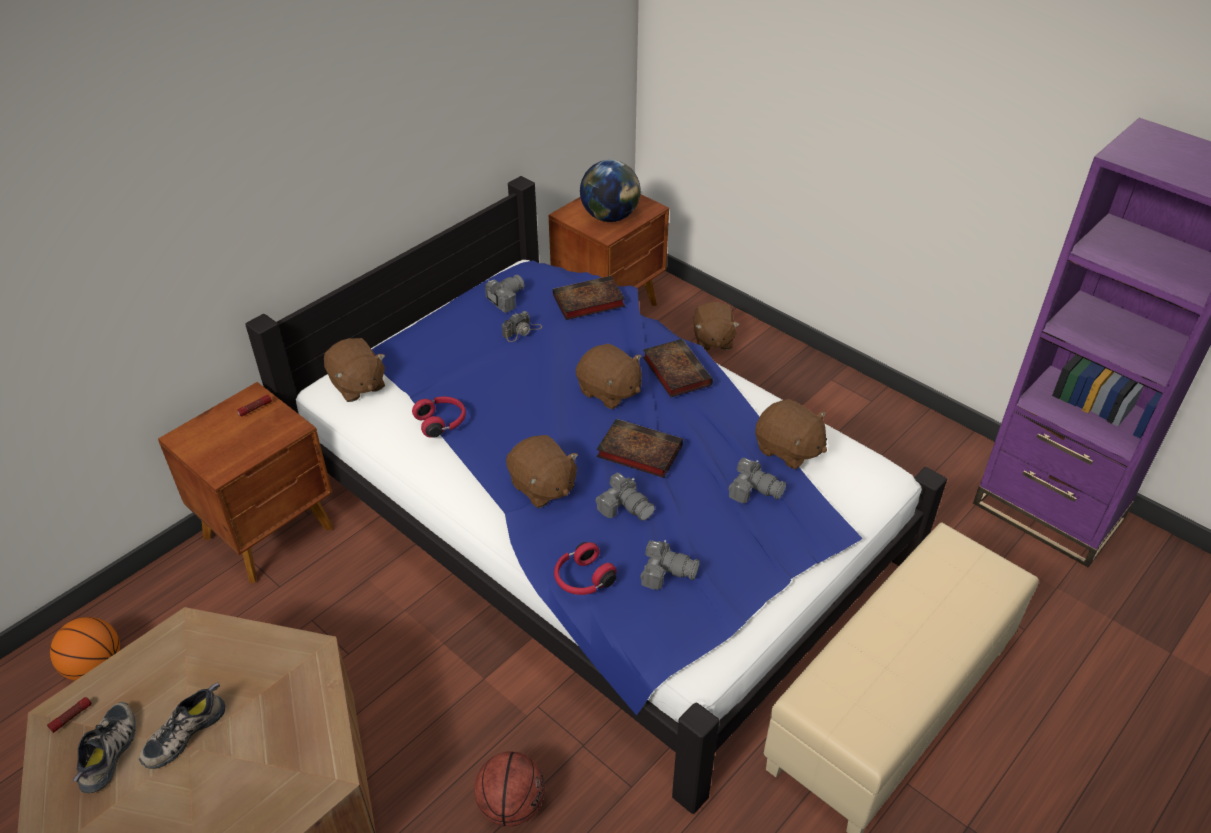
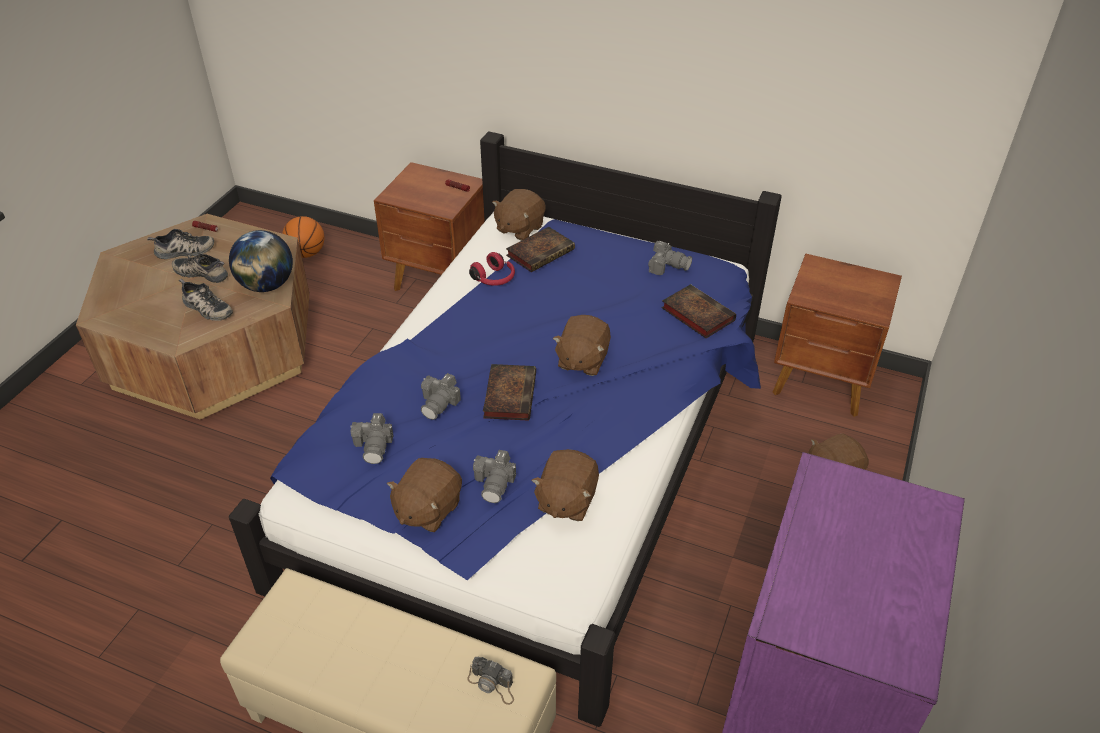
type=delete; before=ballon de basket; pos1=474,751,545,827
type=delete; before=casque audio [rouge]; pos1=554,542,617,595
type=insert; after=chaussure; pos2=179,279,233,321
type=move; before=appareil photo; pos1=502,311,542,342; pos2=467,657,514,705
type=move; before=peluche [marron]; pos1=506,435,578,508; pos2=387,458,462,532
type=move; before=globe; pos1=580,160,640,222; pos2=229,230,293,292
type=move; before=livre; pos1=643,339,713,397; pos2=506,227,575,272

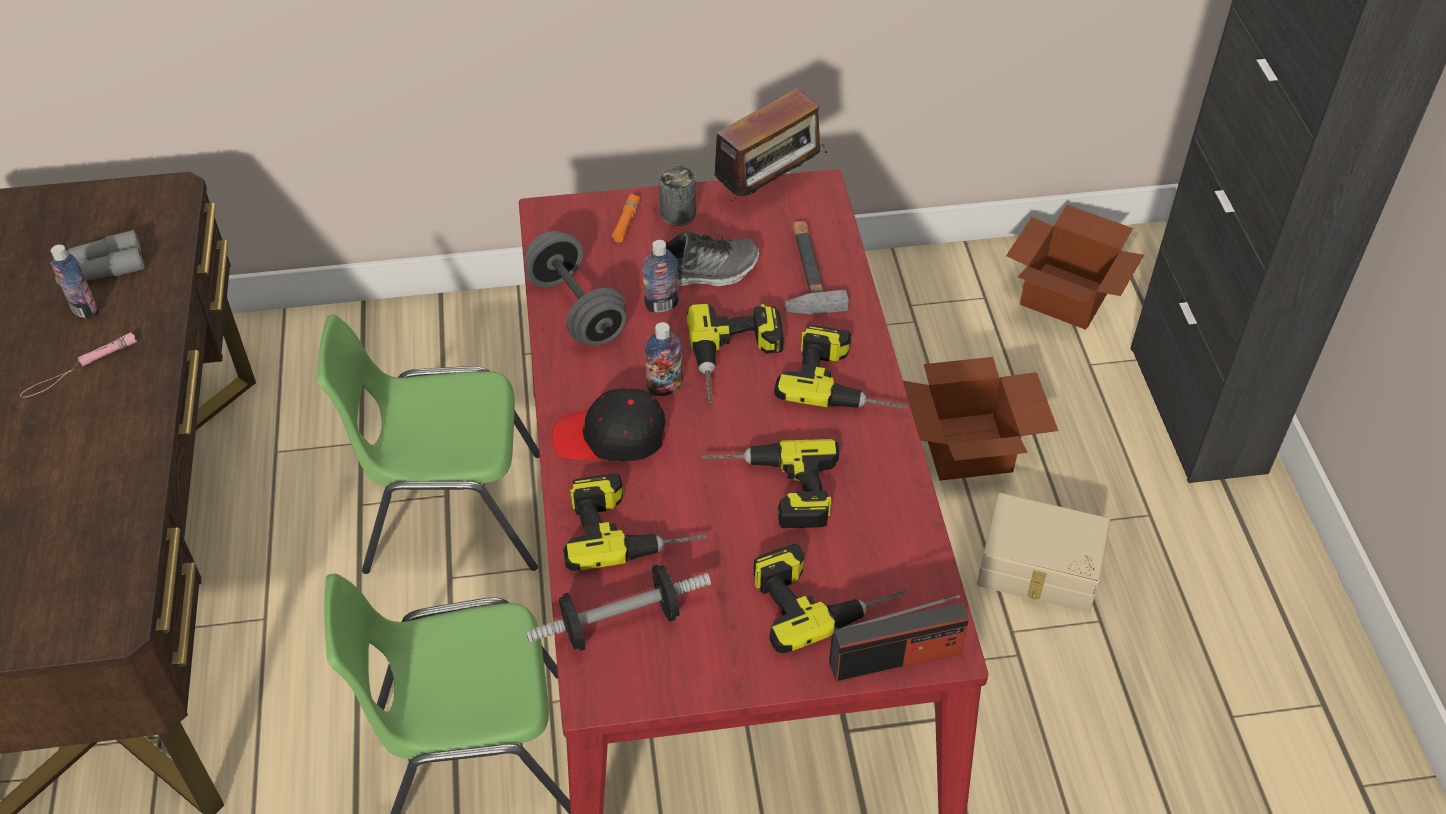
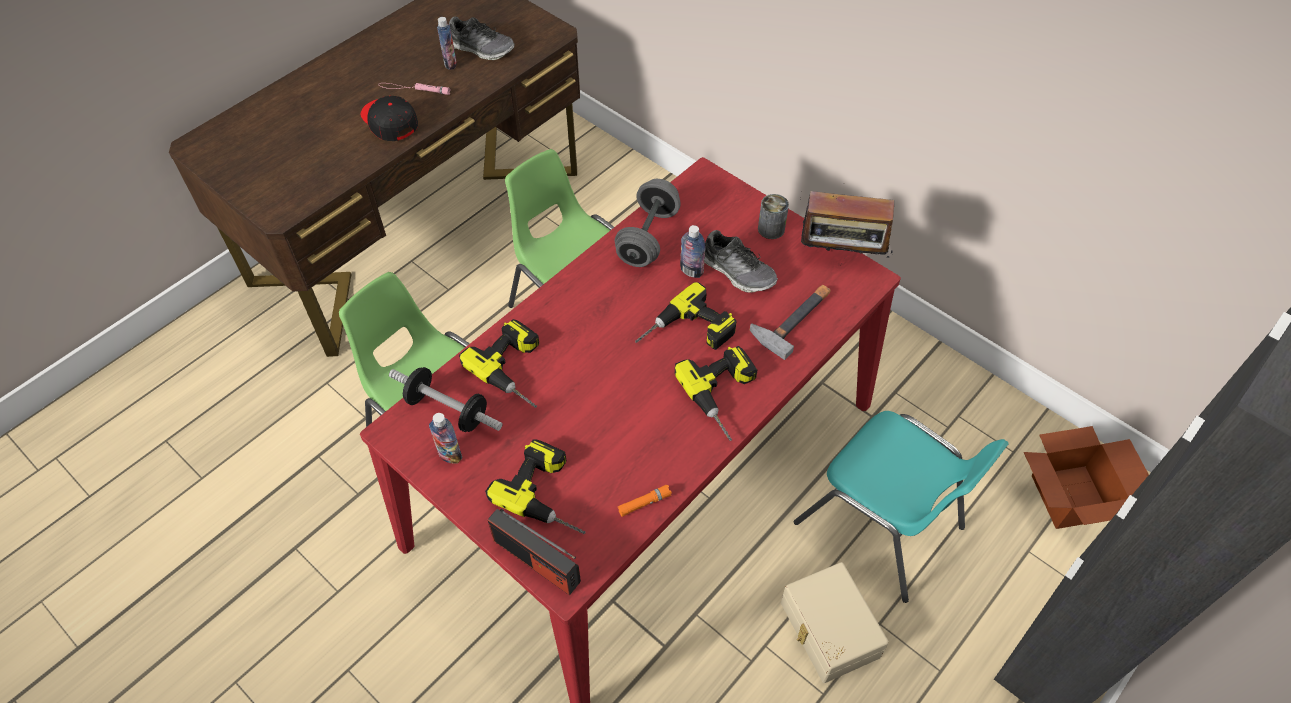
type=delete; before=perceuse; pos1=701,439,840,528
type=move; before=casquette [noir]; pos1=552,388,666,461; pos2=360,96,418,141
type=move; before=lampe de poche [orange]; pos1=612,194,640,242; pos2=618,485,672,517
type=move; before=bouteille; pos1=645,322,683,396; pos2=429,413,462,464
type=replace; before=jumelles [gris]; after=chaussure; pos1=52,230,145,286; pos2=449,16,515,60
type=replace; before=carton; after=chaise [turquoise]; pos1=903,357,1058,481; pos2=794,411,1009,603

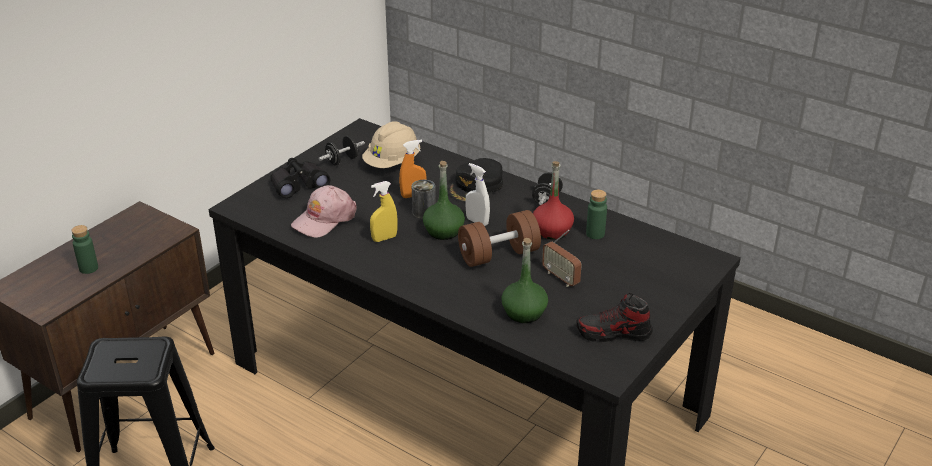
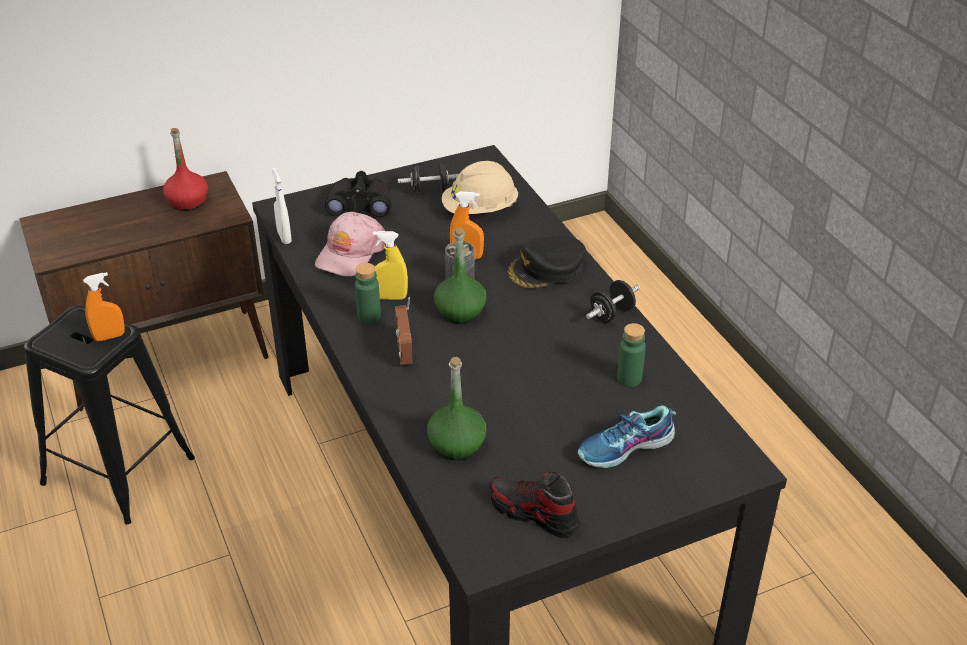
type=delete; before=haltère [marron]; pos1=458,210,541,267
type=insert; after=vaporisateur [orange]; pos2=83,272,125,341
type=insert; after=chaussure; pos2=578,405,676,469
type=move; before=bouteille [vert]; pos1=71,225,98,274; pos2=355,263,381,324
type=move; before=vaporisateur [blanc]; pos1=465,163,490,226; pos2=272,167,292,244
type=move; before=bouteille [rouge]; pos1=533,161,574,240; pos2=163,128,208,211
type=move; before=radio; pos1=542,230,582,287; pos2=395,297,413,365
type=rotate; before=casquette [rose]; pos1=291,185,357,237; pos2=315,212,386,277; turn=-45

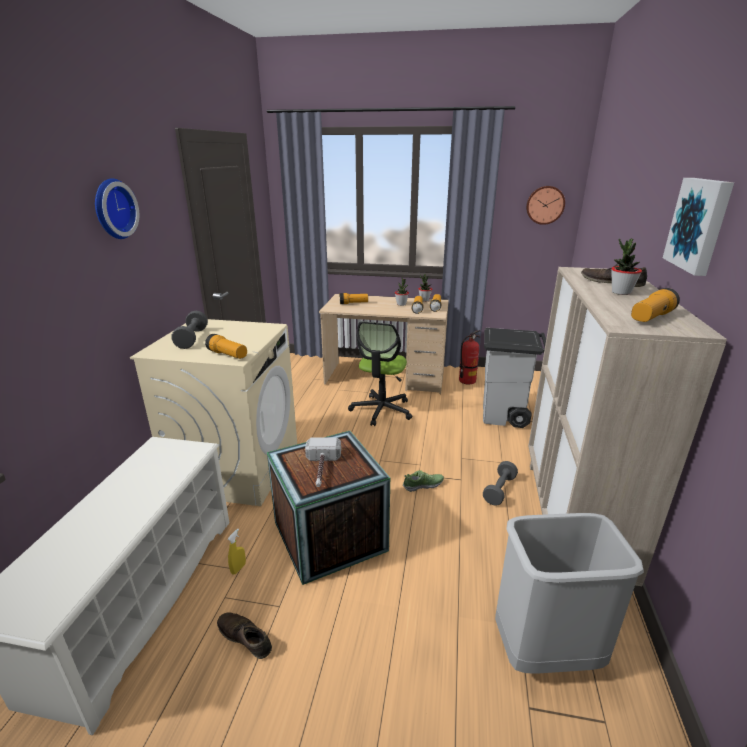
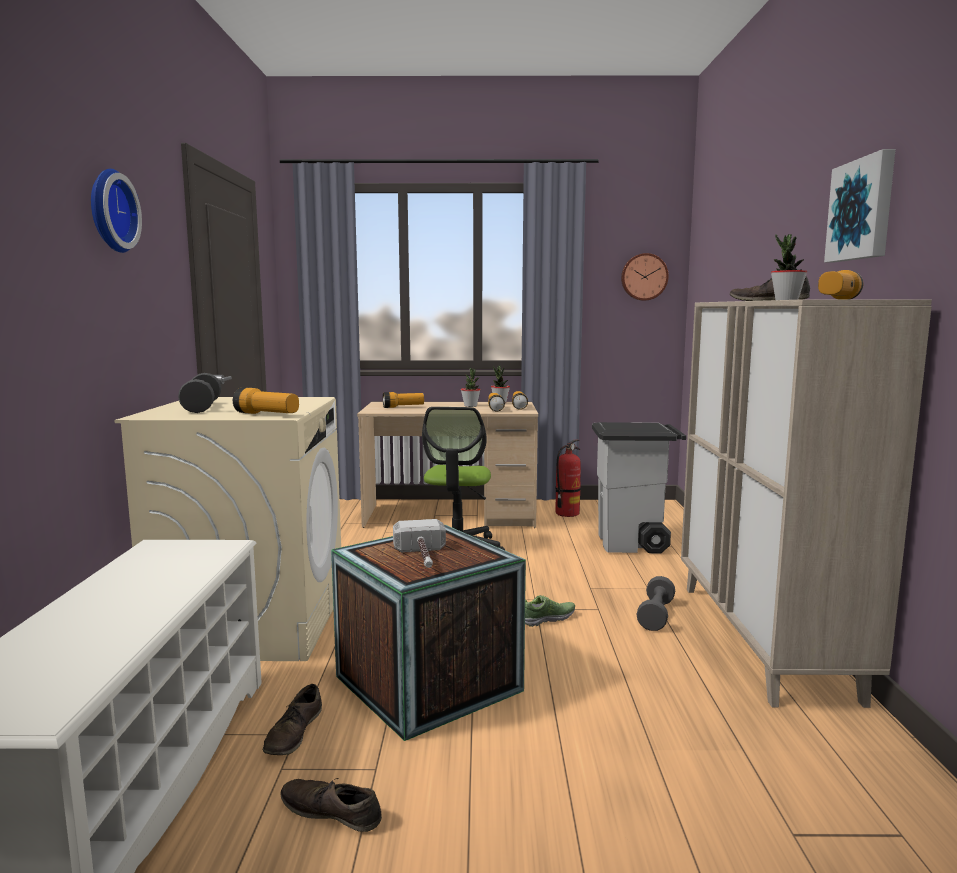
type=delete; before=poubelle [gris]; pos1=495,513,644,674
type=replace; before=vaporisateur [jaune]; after=chaussure [marron]; pos1=228,529,246,575; pos2=263,684,322,755

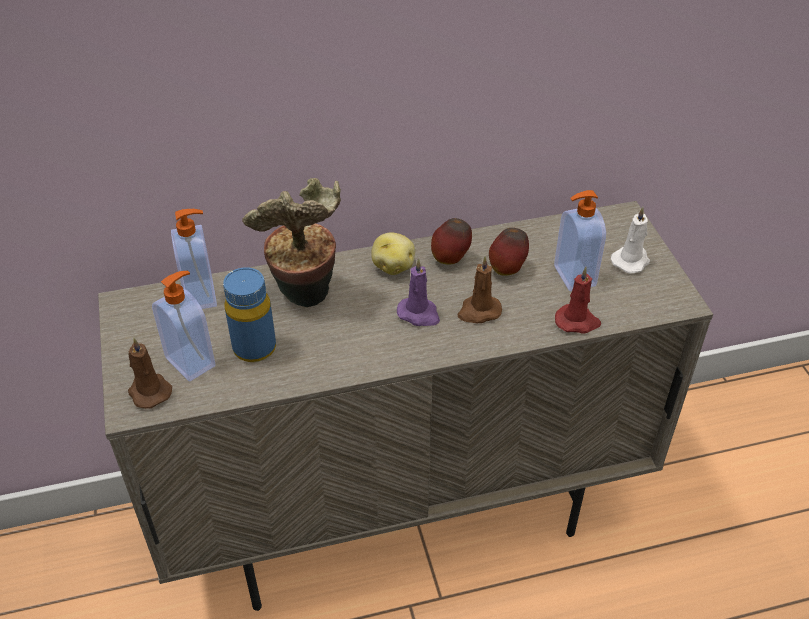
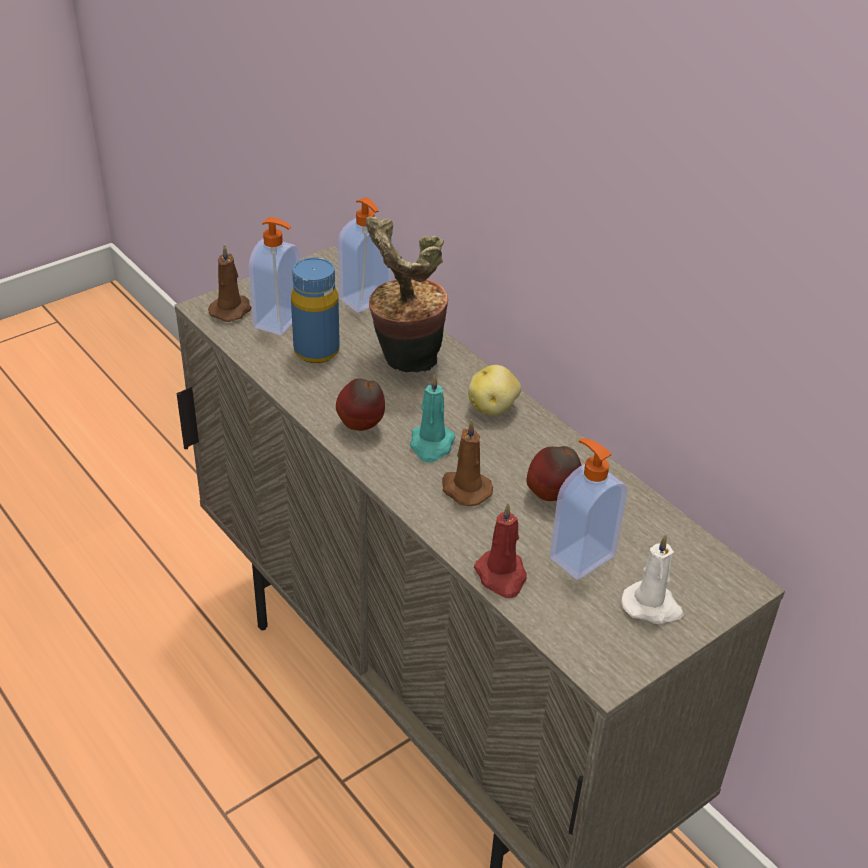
type=move; before=pomme; pos1=431,218,472,265; pos2=336,378,385,431
type=recolor; before=bougie [violet]; after=bougie [turquoise]; pos1=397,258,440,326; pos2=410,374,456,462

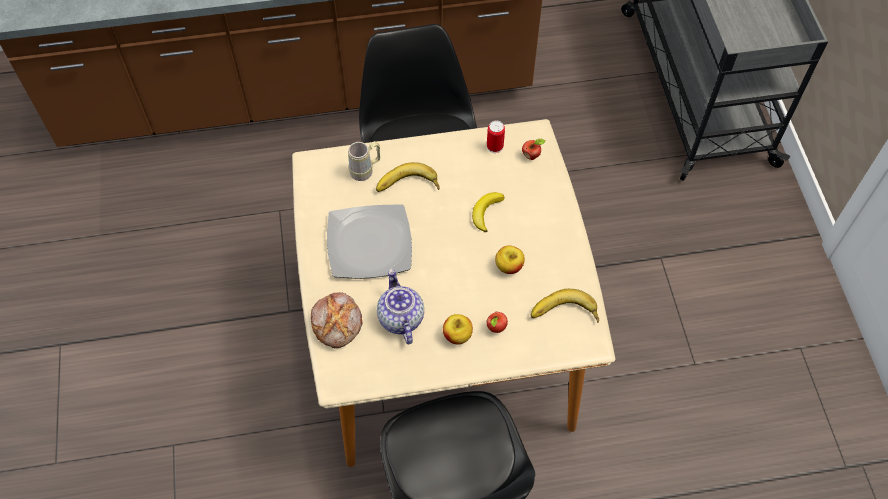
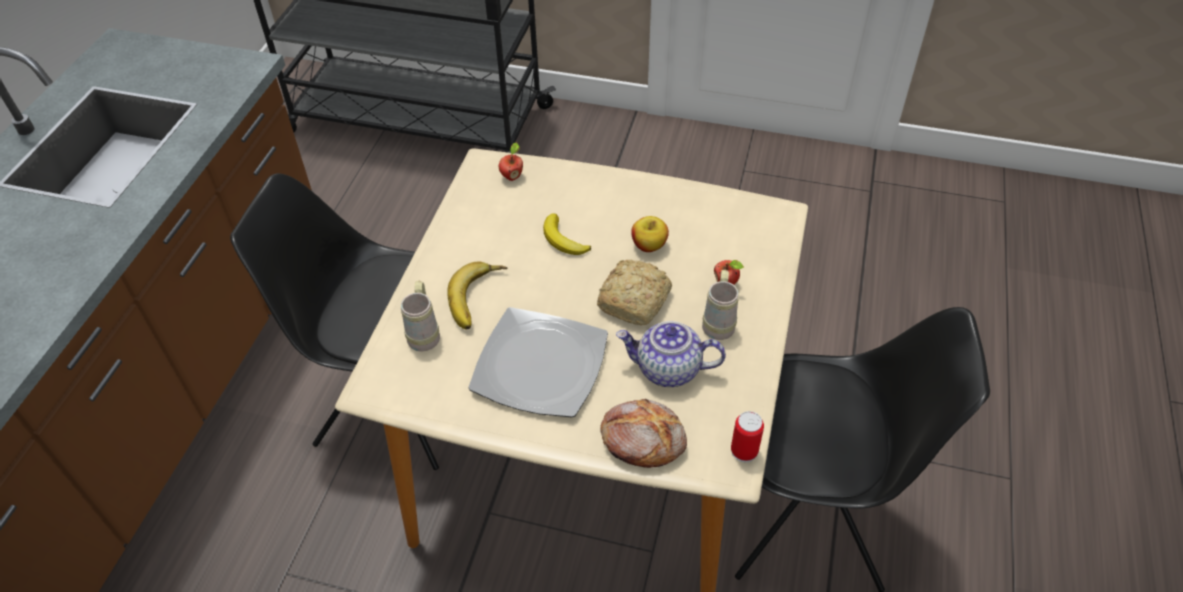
type=delete; before=banane; pos1=531,289,599,323
type=insert; after=pain; pos2=597,260,672,326
type=move; before=boîte métallique; pos1=487,121,505,153; pos2=731,411,764,462
type=replace; before=pomme; after=mug [beige]; pos1=443,314,473,344; pos2=702,270,739,340

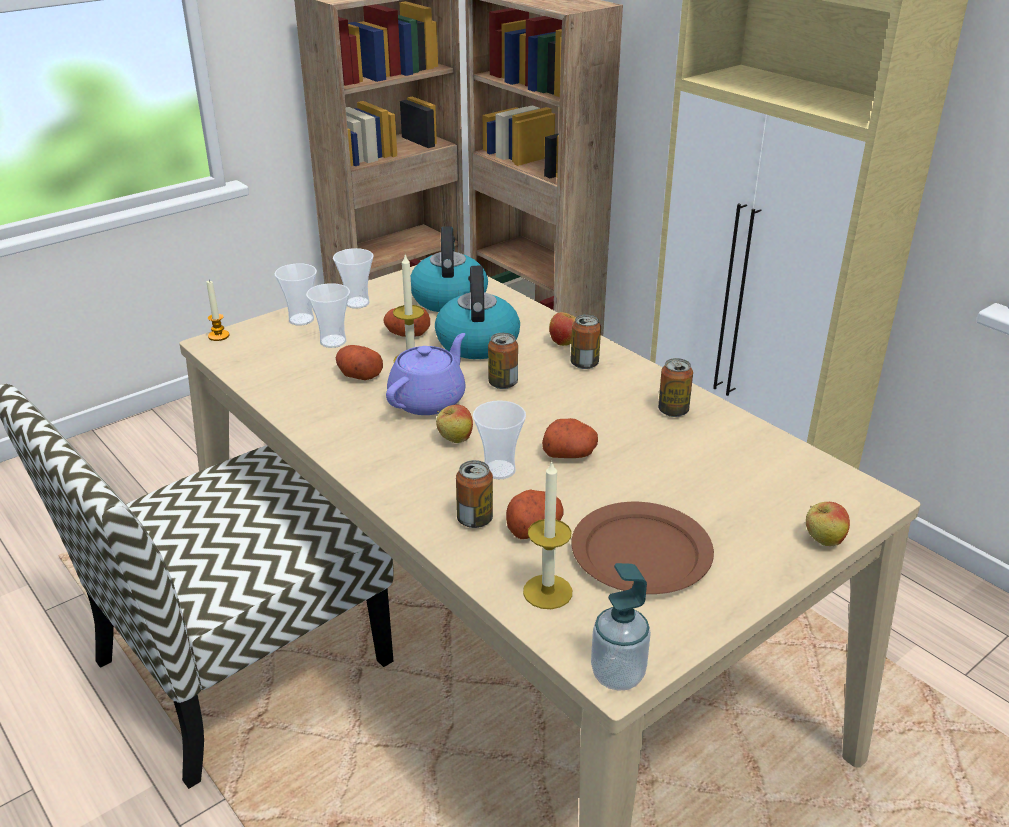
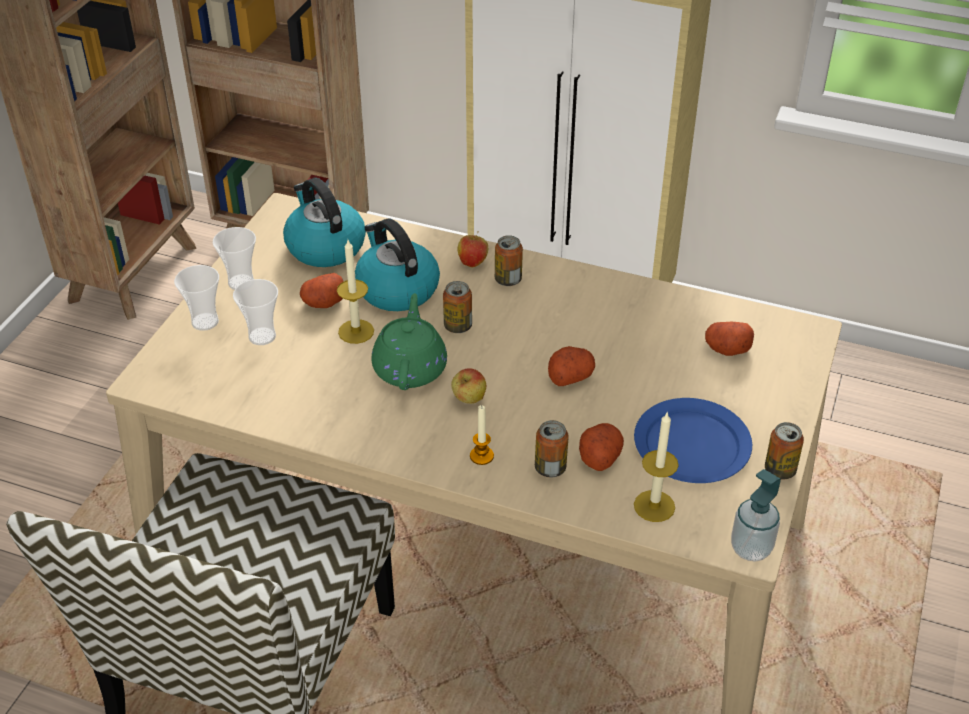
type=delete; before=tasse; pos1=473,400,526,479
type=delete; before=pomme; pos1=806,502,850,546
type=move; before=bougie; pos1=207,280,229,341; pos2=470,405,494,465
type=move; before=pomme de terre; pos1=336,345,383,380; pos2=705,322,754,356
type=move; before=boîte métallique; pos1=658,358,693,417; pos2=765,422,804,480
type=recolor; before=théière [violet]; after=théière [vert]; pos1=386,333,466,415; pos2=371,293,447,390
type=recolor; before=assiette [marron]; after=assiette [bleu]; pos1=571,502,714,594; pos2=634,398,752,483

